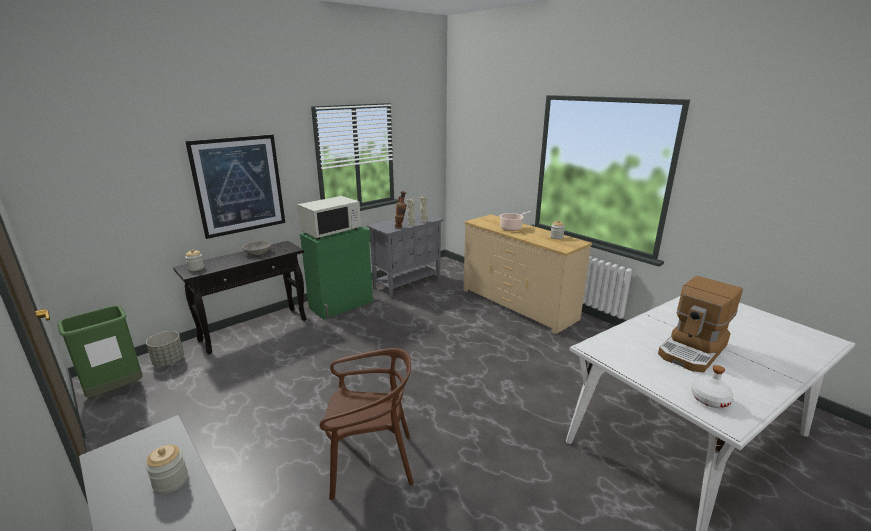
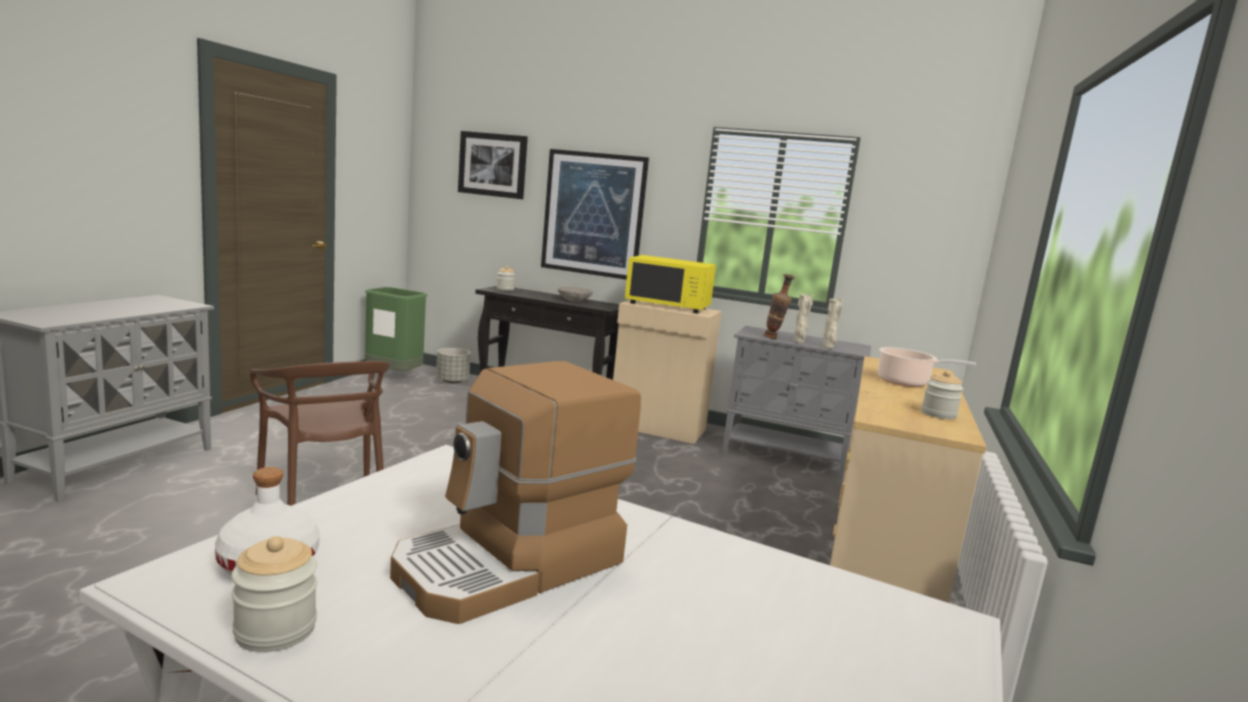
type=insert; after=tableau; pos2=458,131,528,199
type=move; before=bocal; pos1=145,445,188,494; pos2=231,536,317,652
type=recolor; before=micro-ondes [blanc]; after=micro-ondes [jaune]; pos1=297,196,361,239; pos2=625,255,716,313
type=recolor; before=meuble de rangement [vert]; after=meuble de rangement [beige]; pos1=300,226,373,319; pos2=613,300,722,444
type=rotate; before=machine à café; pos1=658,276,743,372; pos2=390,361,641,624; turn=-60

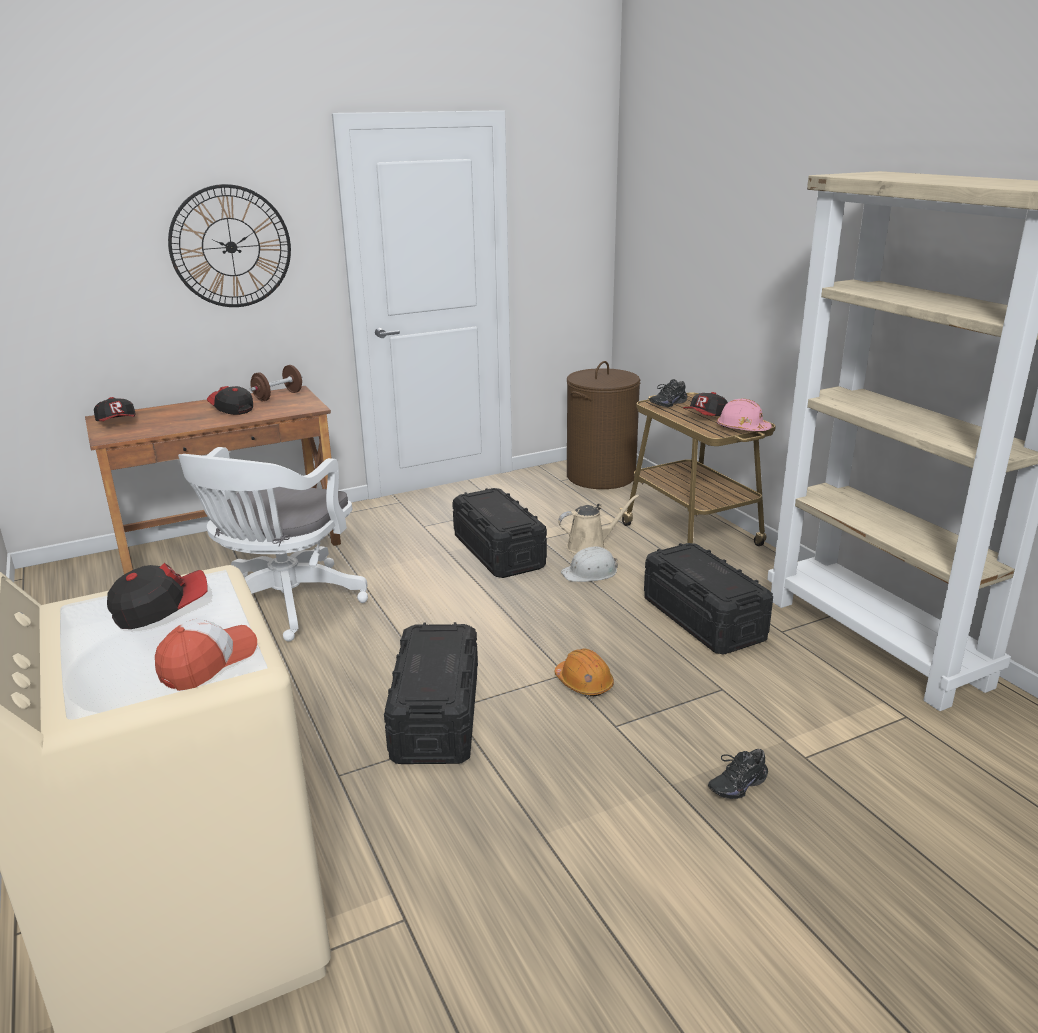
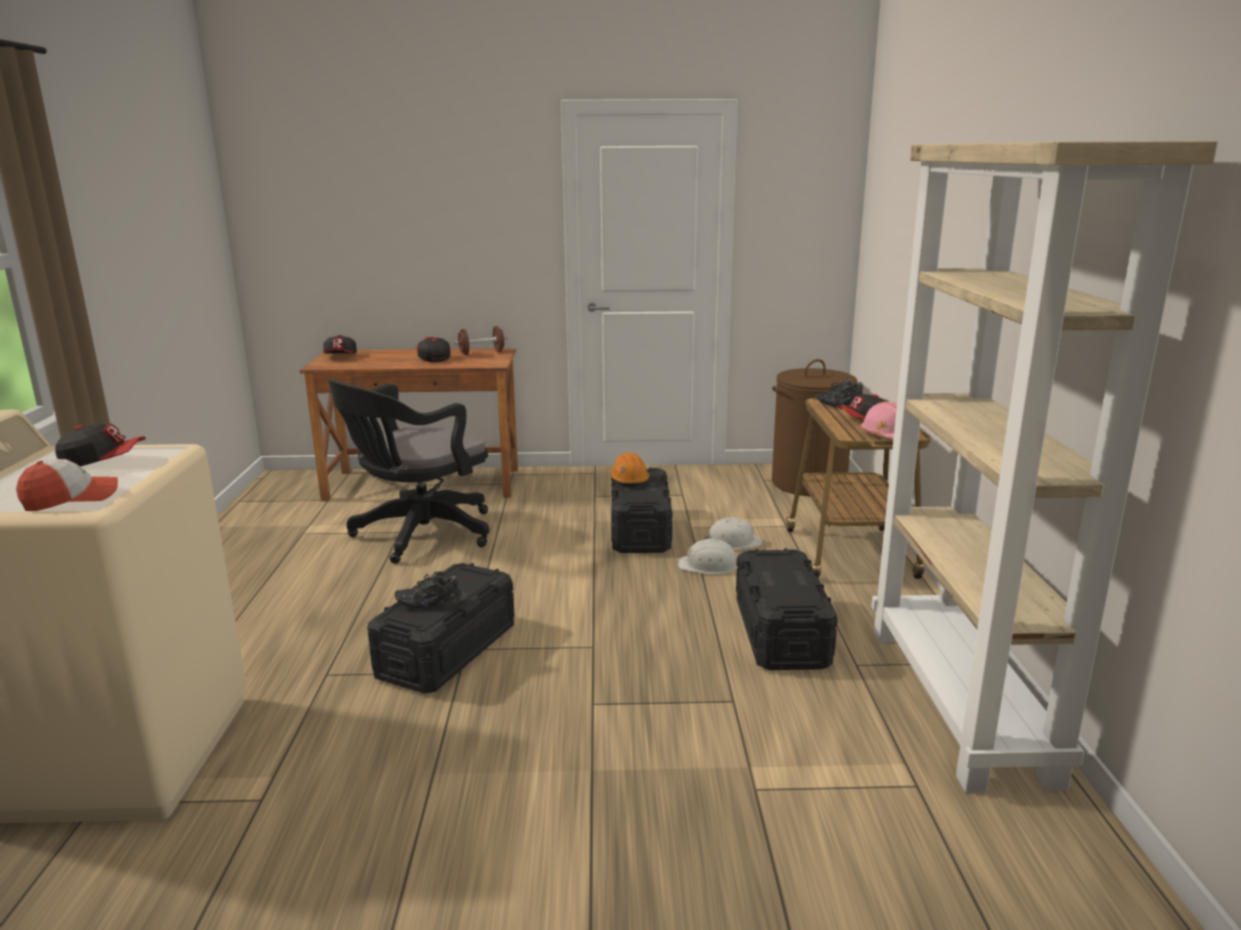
type=delete; before=horloge murale; pos1=168,184,291,307
type=move; before=casque de chantier [orange]; pos1=555,649,614,696; pos2=610,452,649,487
type=move; before=chaussure [noir]; pos1=708,749,768,799; pos2=395,572,462,610
type=replace; before=arrosoir [beige]; after=casque de chantier [blanc]; pos1=558,495,639,554; pos2=703,518,763,550
type=recolor; before=chaise de bureau [blanc]; after=chaise de bureau [noir]; pos1=178,447,368,642; pos2=328,379,489,564

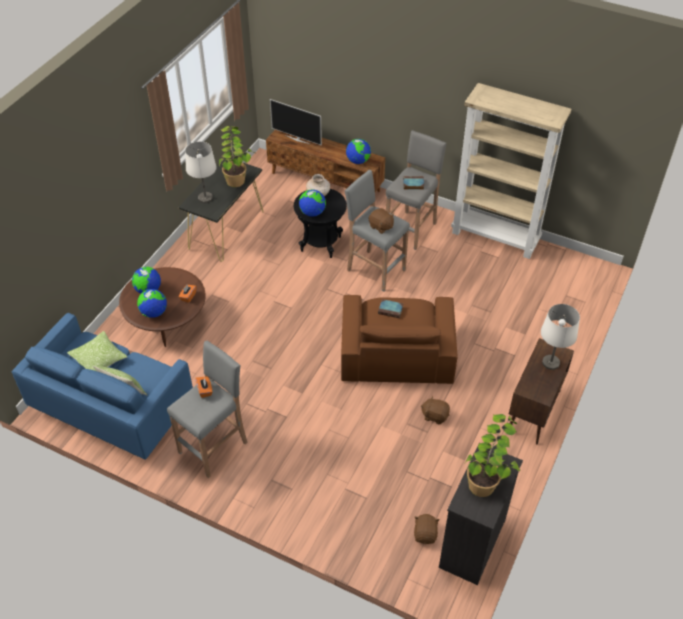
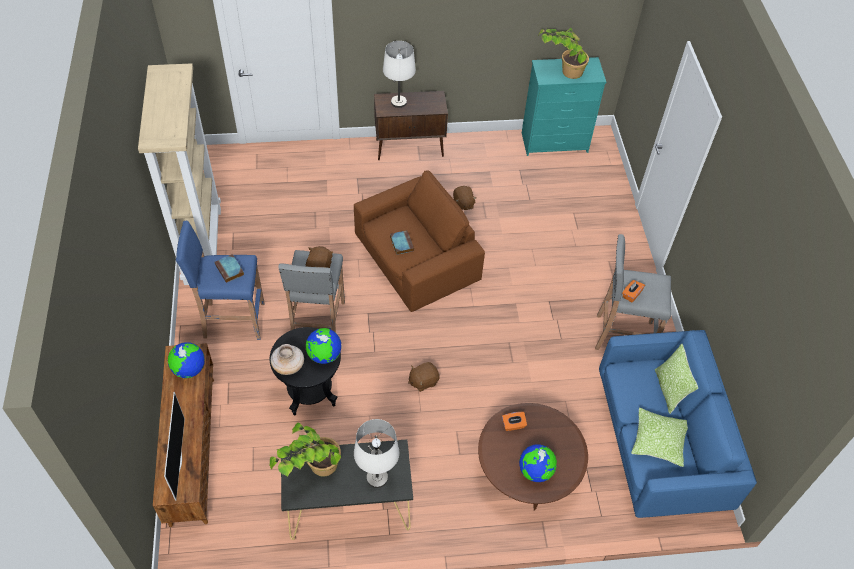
type=delete; before=globe; pos1=137,289,167,318
type=move; before=peluche [marron]; pos1=414,514,440,544; pos2=408,362,439,392
type=recolor; before=tabouret [gris]; after=tabouret [bleu]; pos1=386,130,447,250; pos2=176,221,264,340
type=recolor; before=commode [noir]; after=commode [turquoise]; pos1=439,444,523,585; pos2=522,57,606,156

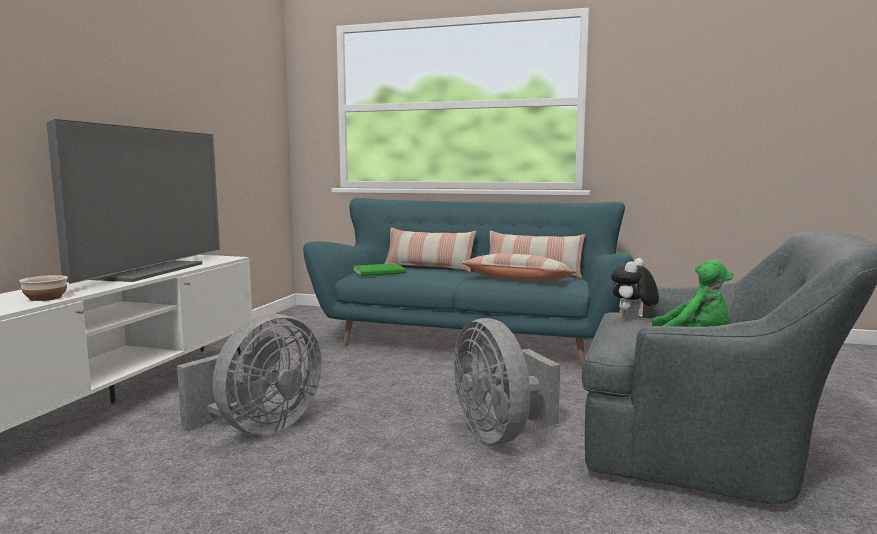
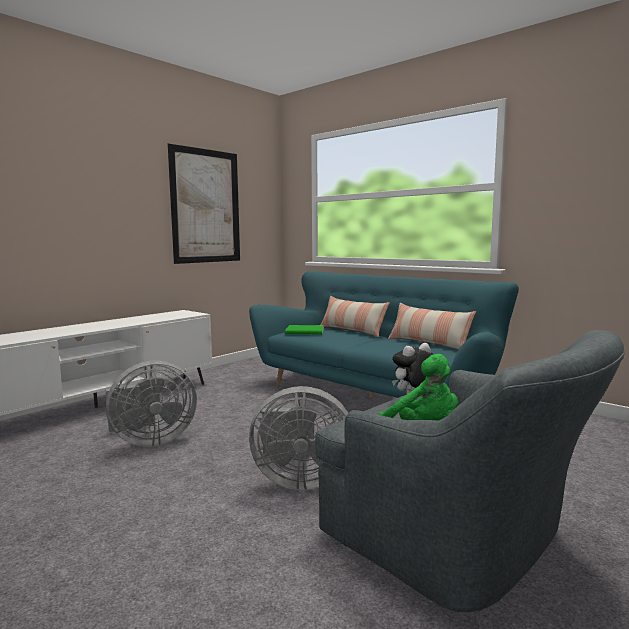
type=delete; before=bol; pos1=19,275,68,301
type=delete; before=téléviseur; pos1=46,119,220,284
type=delete; before=coussin; pos1=461,253,576,281
type=insert; after=tableau; pos2=167,143,240,264
type=rotate; before=ventilateur [gris]; pos1=454,318,560,444; pos2=249,386,348,491; turn=-90

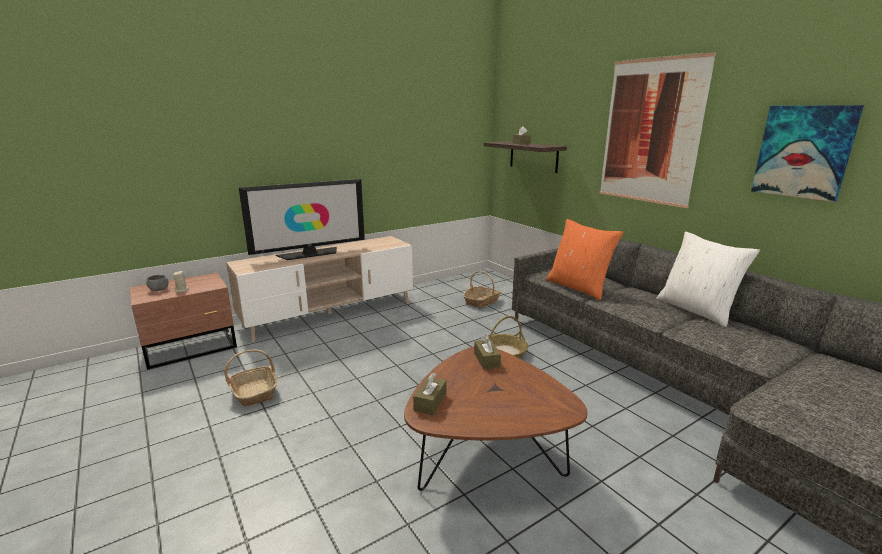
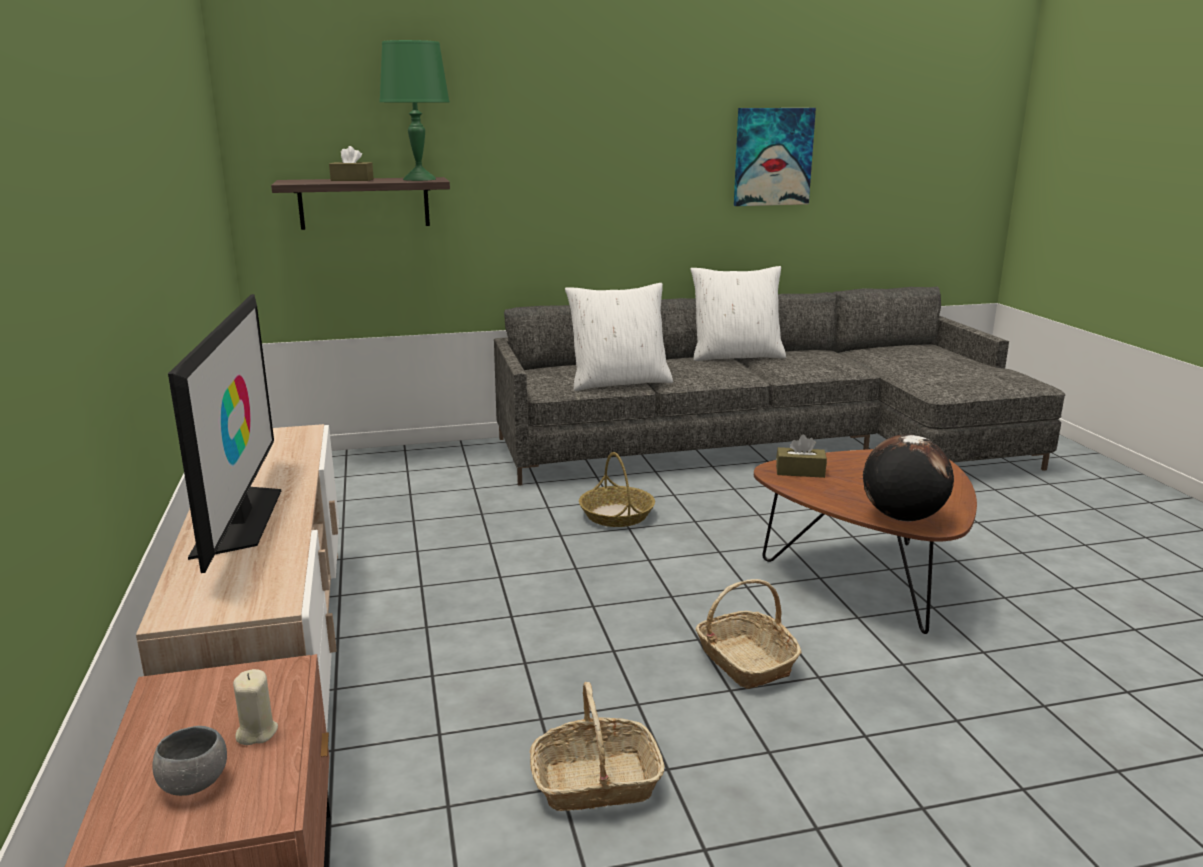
type=delete; before=tableau; pos1=600,52,716,208
type=insert; after=lampe de table [vert]; pos2=379,40,450,181
type=move; before=panier; pos1=463,271,501,308; pos2=695,579,802,689
type=replace; before=boîte à mouchoirs [marron]; after=globe; pos1=413,373,446,415; pos2=863,434,954,521
type=recolor; before=coussin [orange]; after=coussin [blanc]; pos1=546,219,623,300; pos2=565,283,673,391

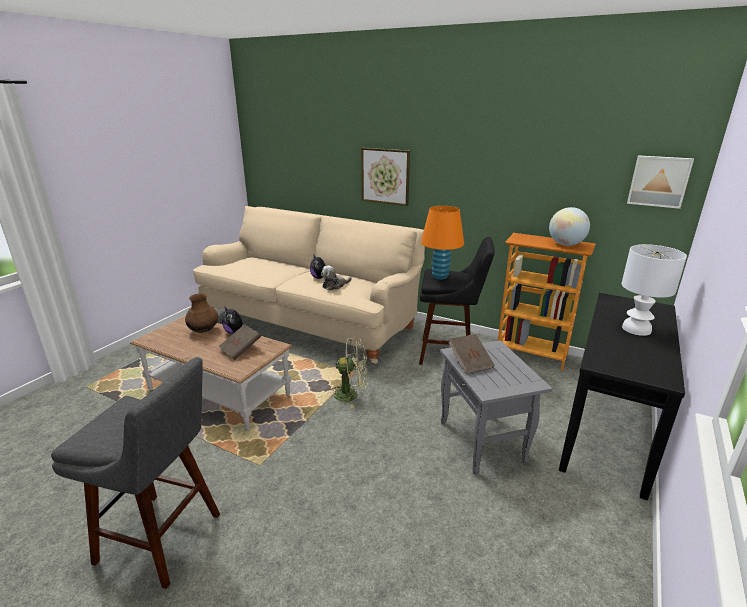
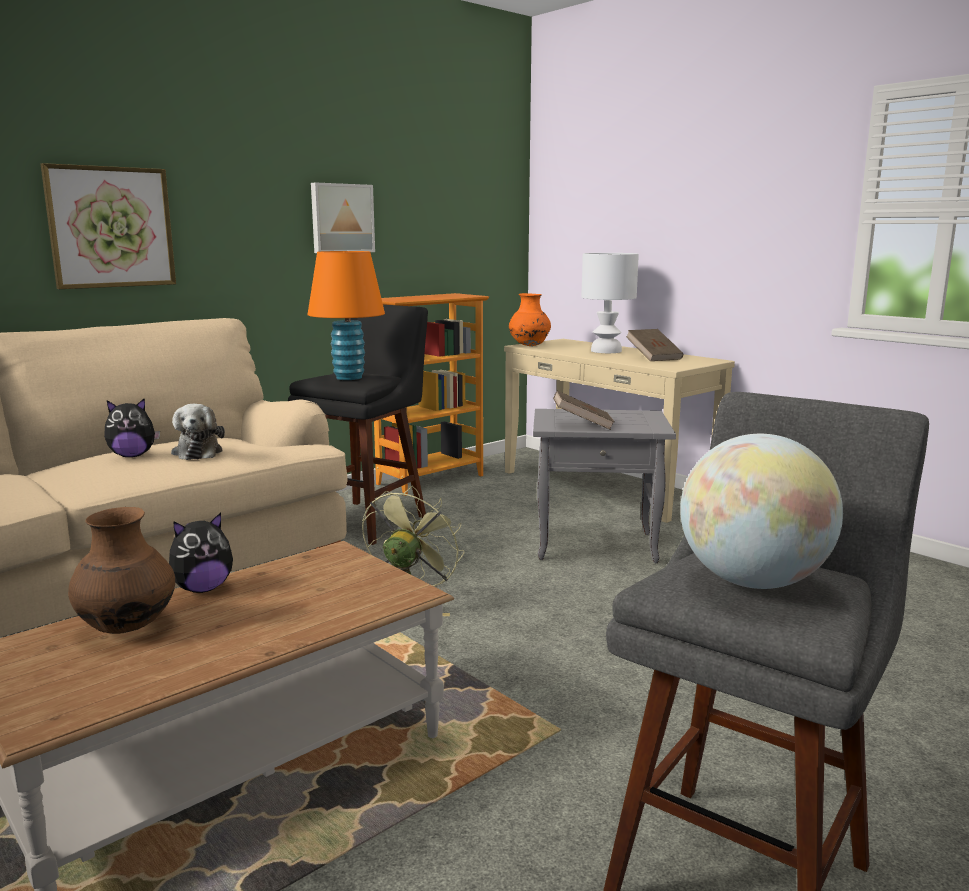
type=insert; after=vase [orange]; pos2=509,293,551,346
type=move; before=livre [marron]; pos1=218,324,261,360; pos2=626,329,683,361
type=move; before=globe; pos1=549,207,590,246; pos2=680,434,843,589
type=move; before=tableau; pos1=627,155,694,209; pos2=311,182,375,253
type=recolor; before=table console [noir]; after=table console [beige]; pos1=559,293,685,500; pos2=504,339,735,523

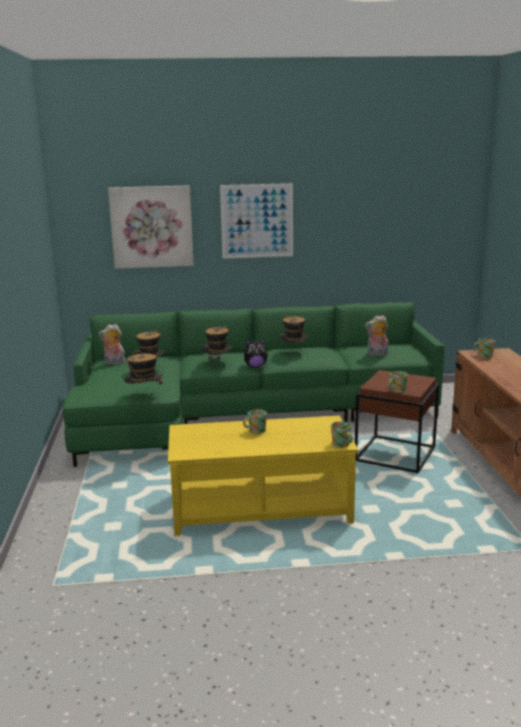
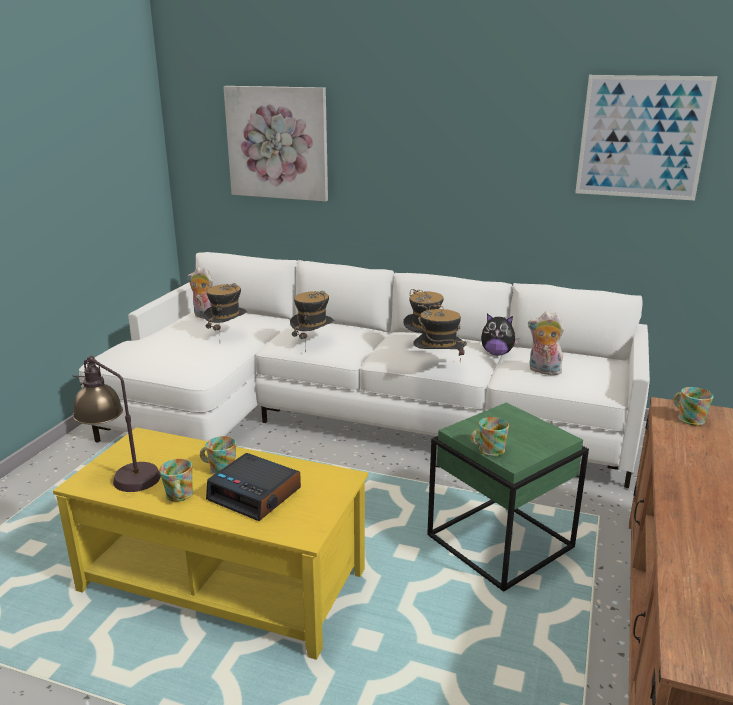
type=insert; after=lampe de table; pos2=72,356,161,492
type=insert; after=réveil; pos2=206,453,301,521
type=move; before=chapeau; pos1=124,349,163,390; pos2=413,303,467,361
type=move; before=tableau; pos1=220,183,293,258; pos2=575,75,718,200
type=move; before=peluche; pos1=244,339,268,368; pos2=481,313,519,355
type=move; before=mug; pos1=331,421,353,448; pos2=159,459,193,502
type=recolor; before=canapé [vert]; after=canapé [blanc]; pos1=63,302,445,467; pos2=79,252,650,488
type=recolor; before=table d'appoint [marron]; after=table d'appoint [vert]; pos1=355,370,439,473; pos2=427,402,589,592

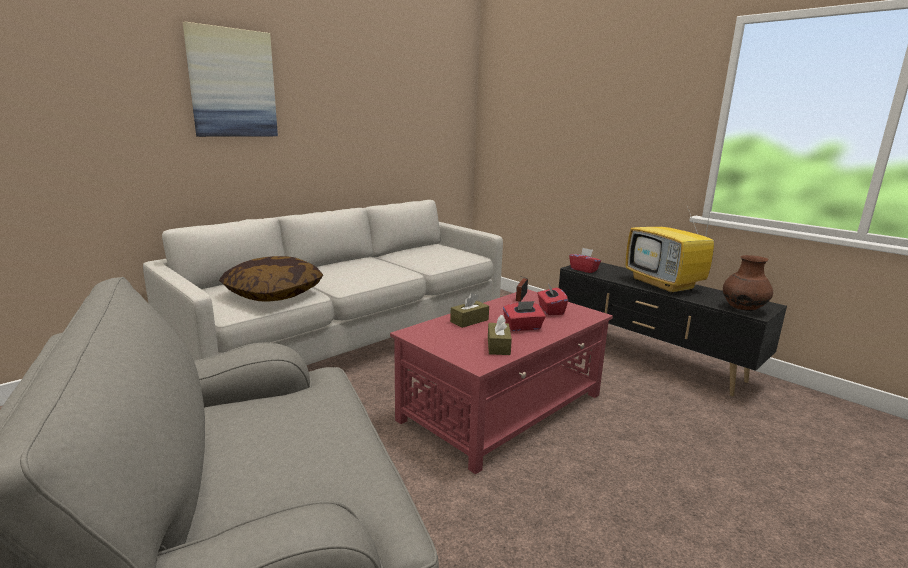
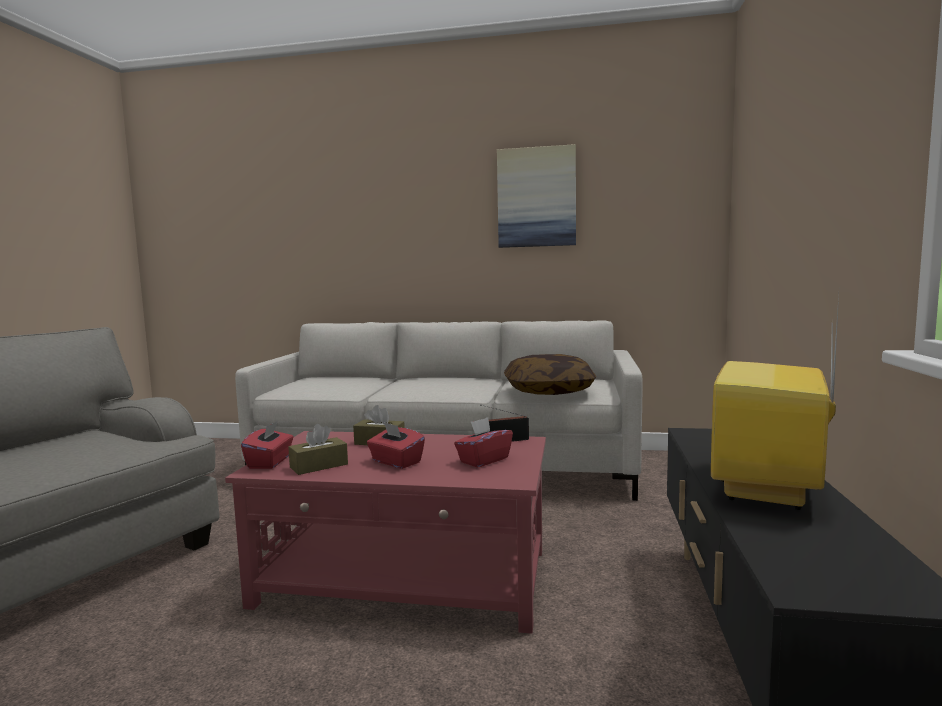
type=delete; before=vase [marron]; pos1=723,255,773,311
type=move; before=tableau; pos1=183,22,278,137; pos2=497,144,576,248
type=move; before=coussin; pos1=219,256,323,302; pos2=504,354,596,395
type=move; before=boîte à mouchoirs [rouge]; pos1=569,248,601,273; pos2=241,421,293,469

